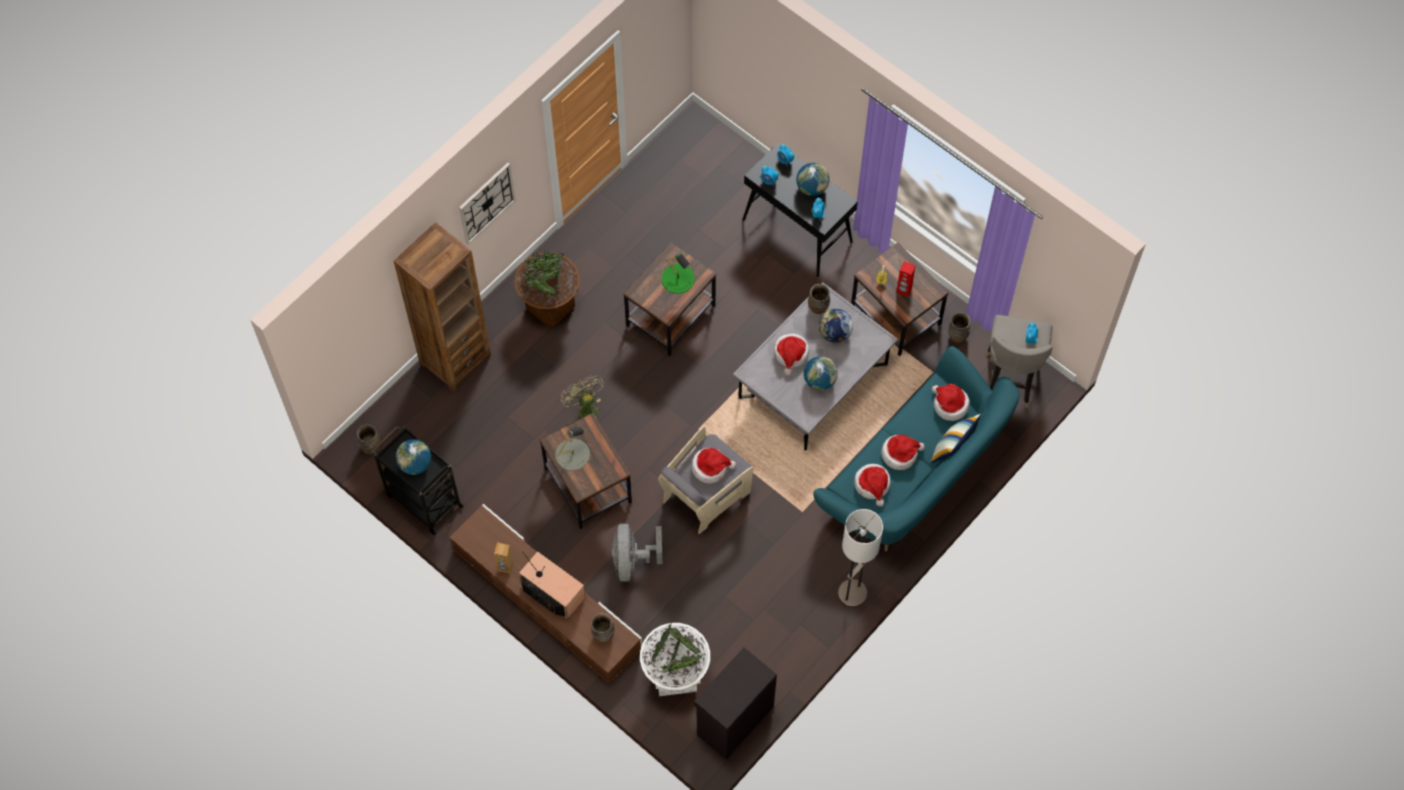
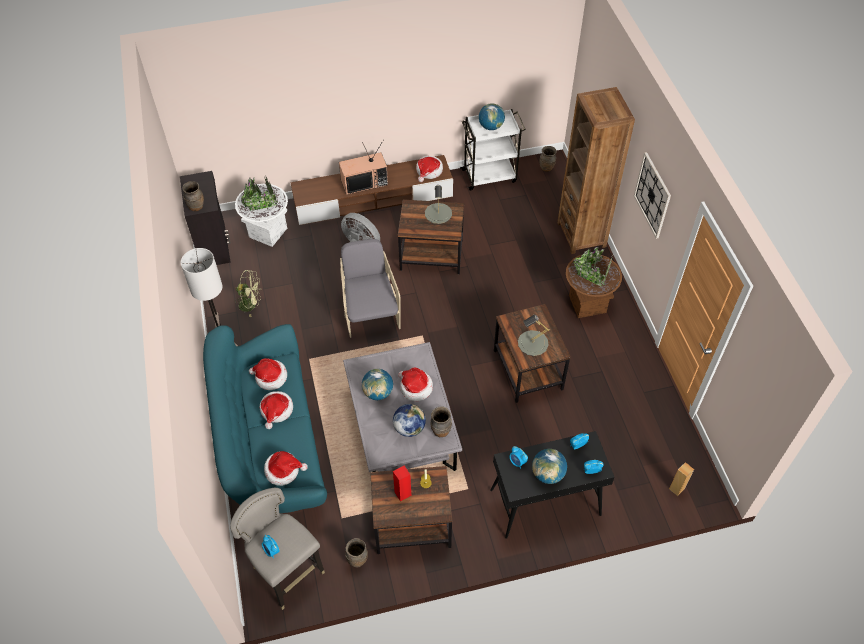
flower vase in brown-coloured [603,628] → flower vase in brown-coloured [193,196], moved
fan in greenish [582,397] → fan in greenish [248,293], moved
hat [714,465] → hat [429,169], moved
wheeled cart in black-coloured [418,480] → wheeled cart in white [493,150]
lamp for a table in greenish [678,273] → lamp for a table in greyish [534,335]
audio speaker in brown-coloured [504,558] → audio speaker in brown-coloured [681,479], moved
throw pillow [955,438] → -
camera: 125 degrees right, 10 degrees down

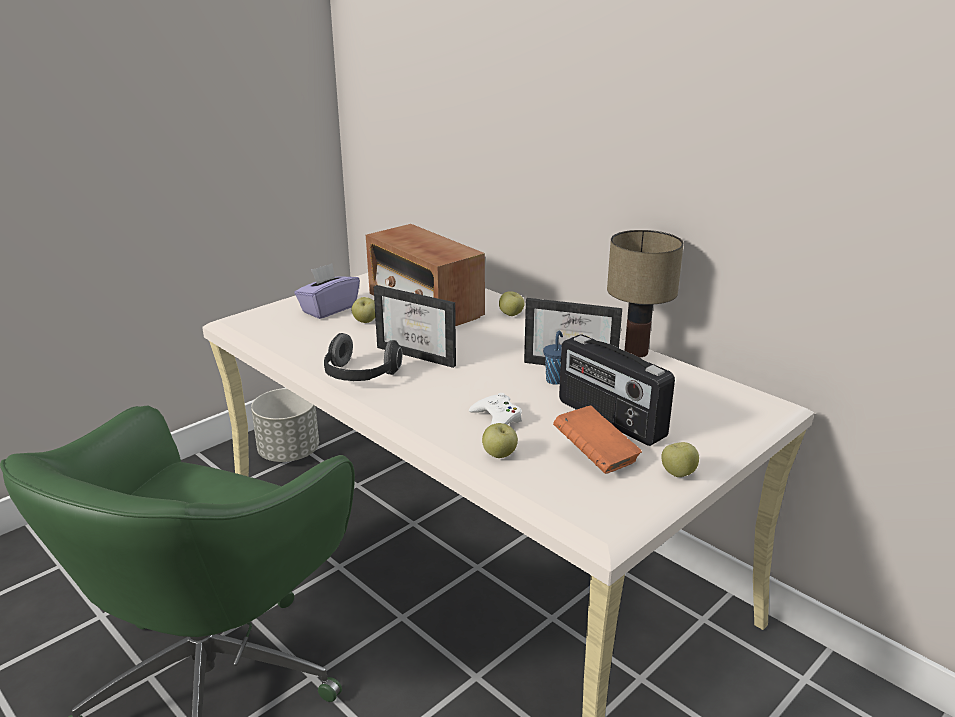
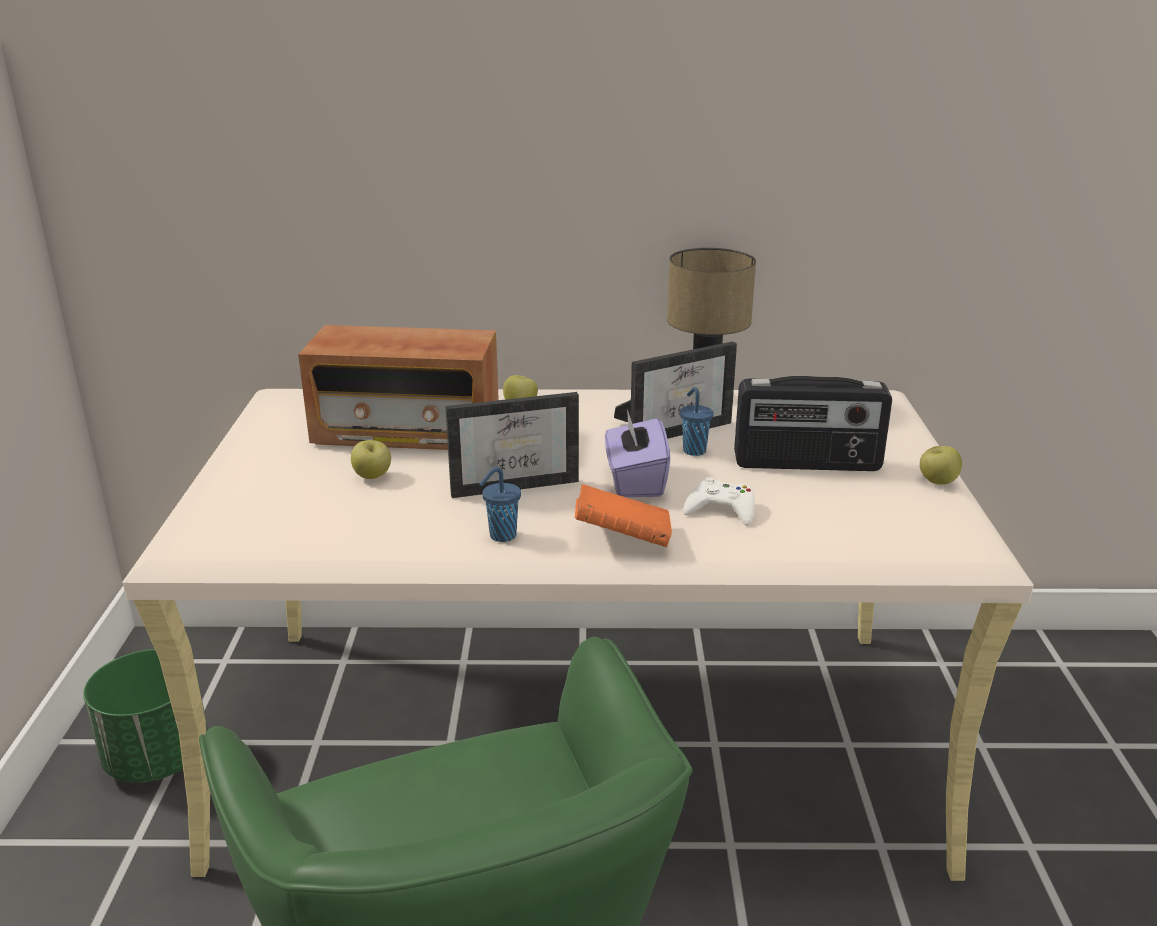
planter in greyish [285,425] → planter in greenish [145,715]
headphones [363,357] → small cup in blue-coloured [500,504]
bound book in orange-coloured [597,440] → bound book in orange-coloured [623,515], moved
tissue holder in purple-coloured [327,291] → tissue holder in purple-coloured [637,453], moved
apple fruit [500,440] → -
camera: 45 degrees left, 0 degrees up

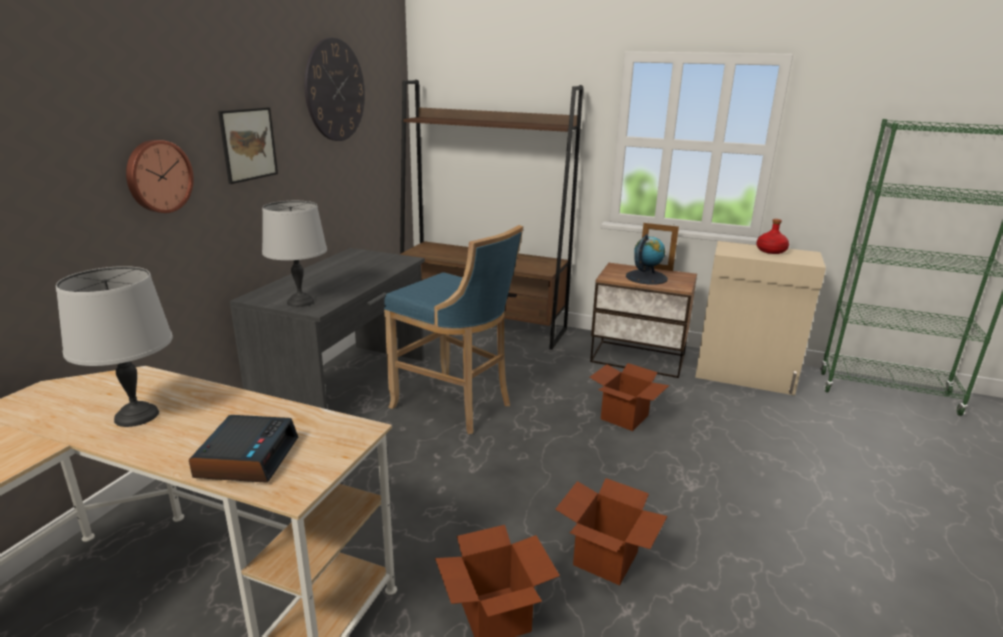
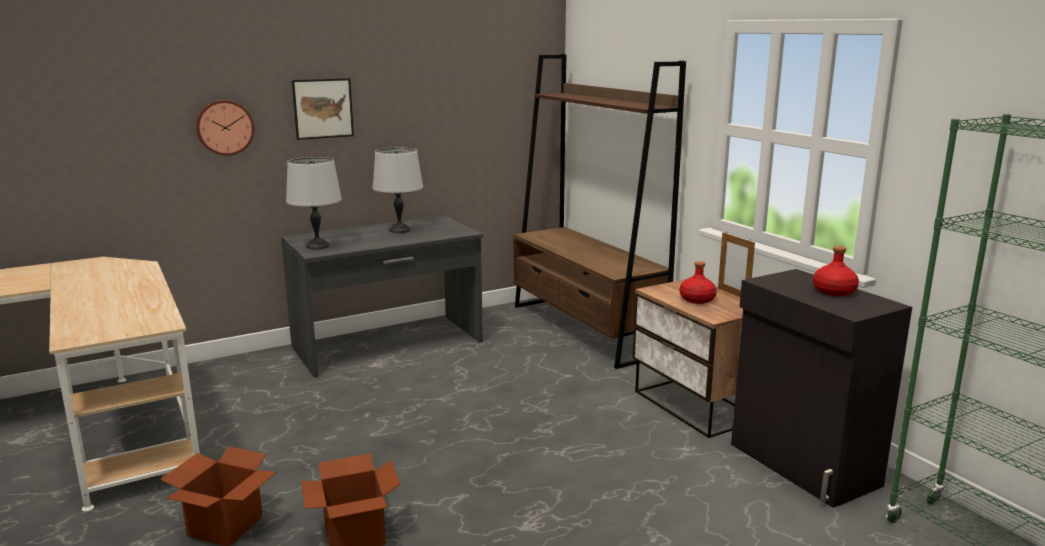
lamp for a table in greyish [114,346] → lamp for a table in greyish [397,190], moved
globe [647,259] → bottle in red [698,282]
cabinet in beige-coloured [760,318] → cabinet in black-coloured [821,388]
bedside clock [243,449] → -
hanging clock [334,89] → -
stool in blue-coloured [453,329] → -
packing box [629,397] → -
camera: 40 degrees right, 5 degrees down

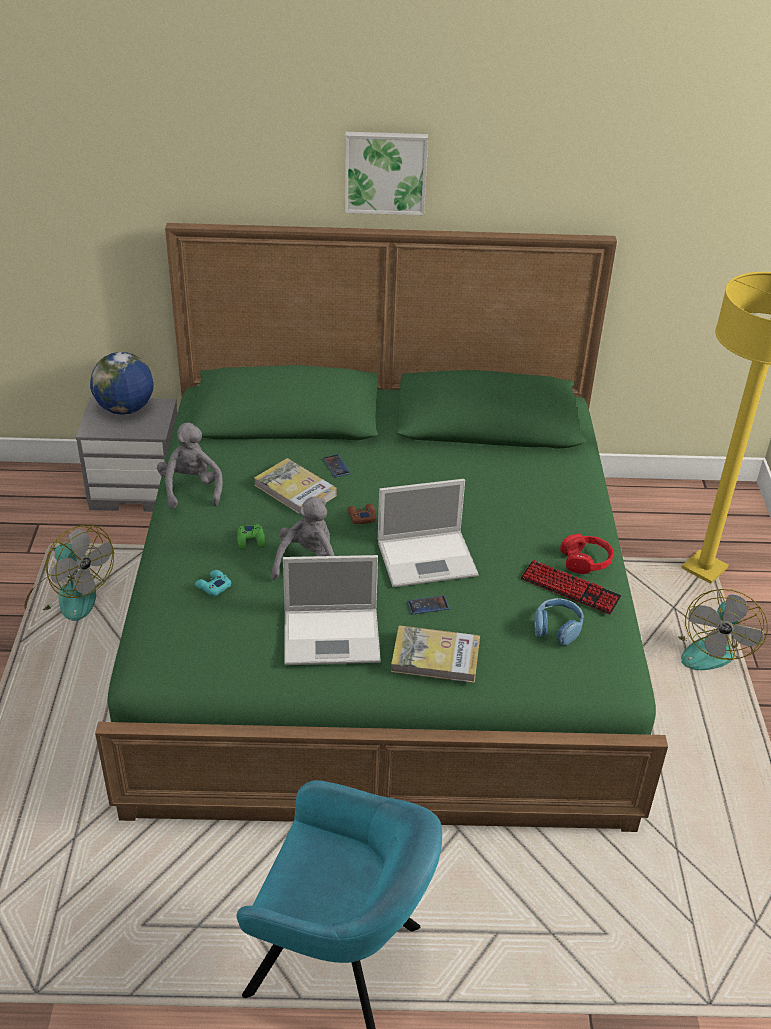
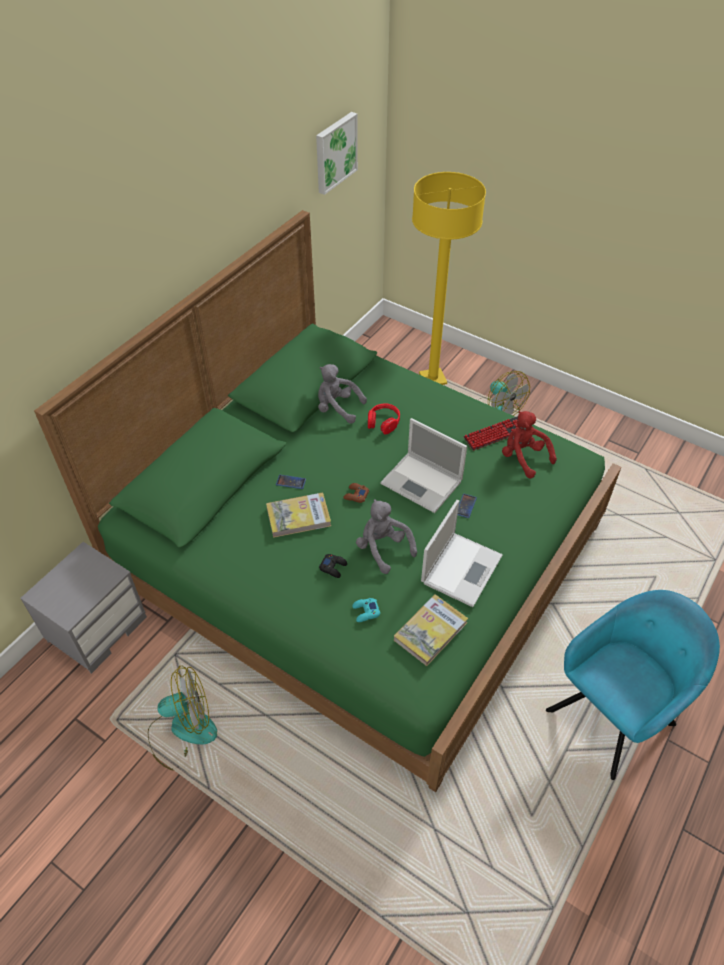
wall picture [386,173] → wall picture [337,153], moved
cuddly toy in greyish [190,465] → cuddly toy in greyish [342,394], moved
gamepad in greenish [251,537] → gamepad in black-coloured [333,566]
headphones in red [586,553] → headphones in red [384,418], moved
laptop [428,533] → laptop [423,465], 105 degrees clockwise
bound book [435,654] → bound book [431,630], moved
headphones in blue-coloured [559,622] → cuddly toy in red [529,445]
globe [122,383] → -
camera: 55 degrees left, 10 degrees up

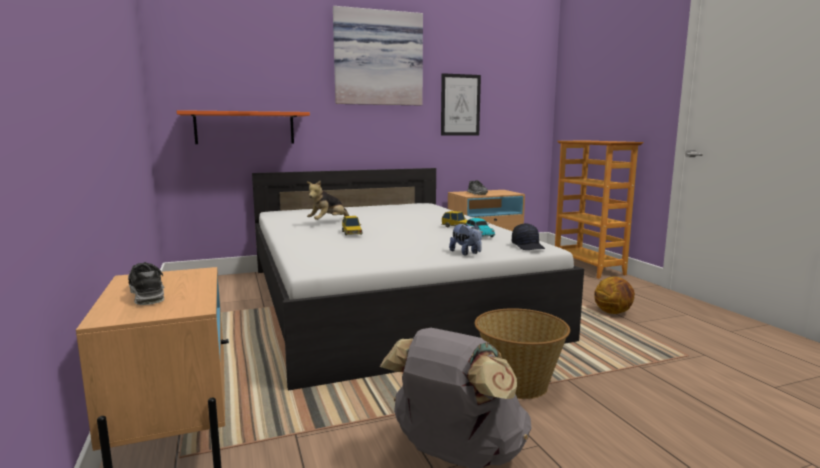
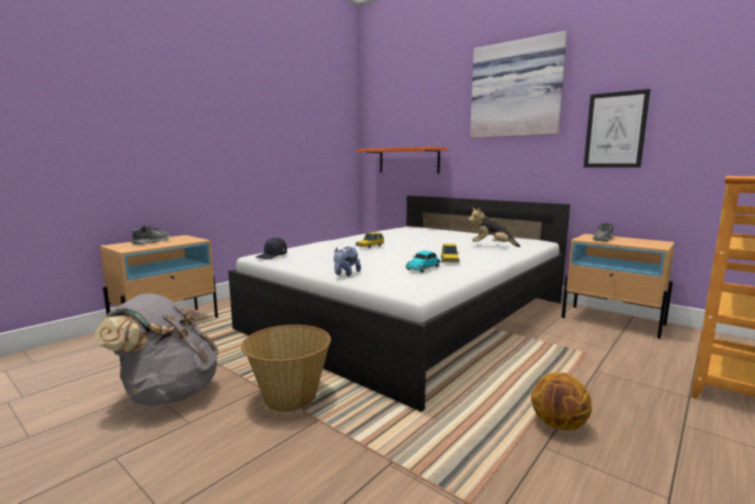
baseball cap in black-coloured [528,236] → baseball cap in black-coloured [271,248], moved
cuddly toy [328,200] → cuddly toy [494,227], moved
camera: 60 degrees right, 0 degrees up

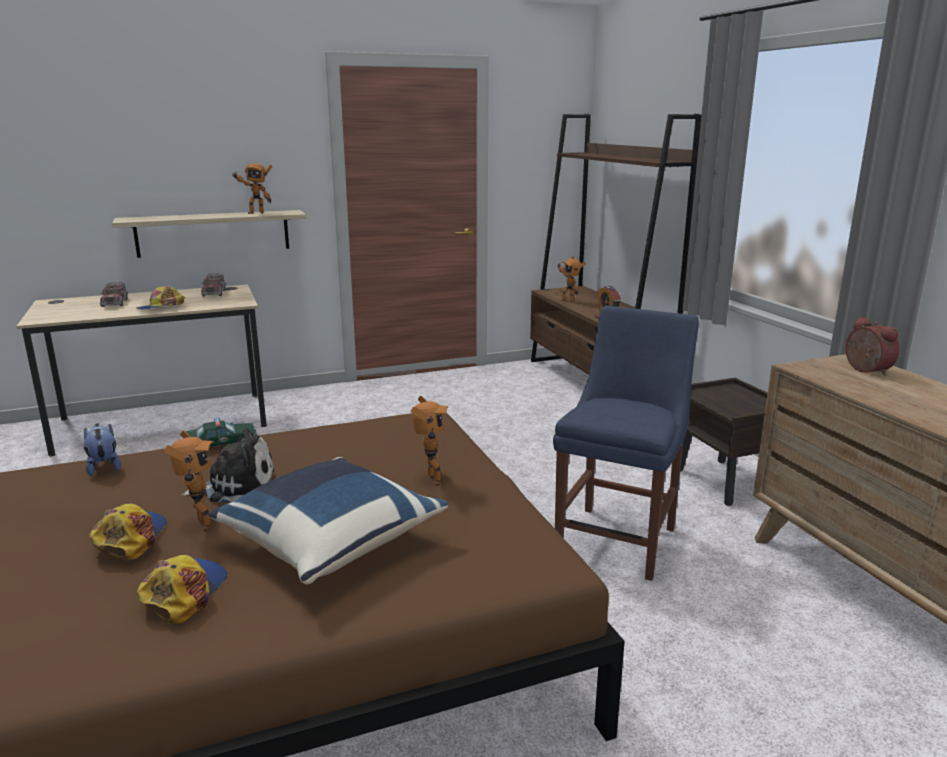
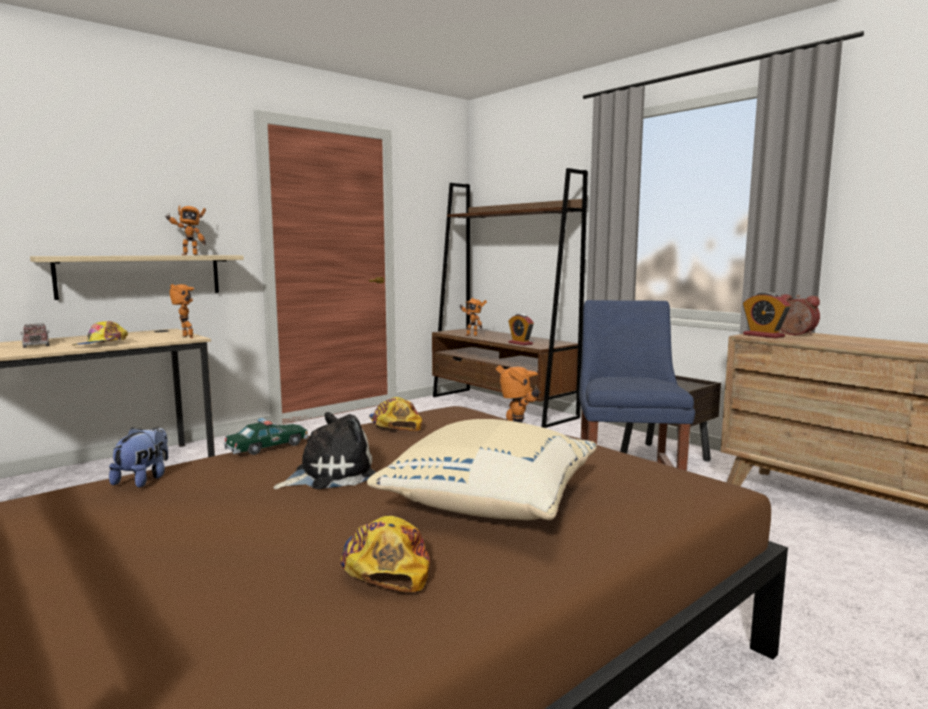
cuddly toy [102,450] → cuddly toy [138,457], 60 degrees clockwise
robot figure [189,481] → robot figure [182,311], moved
throw pillow in blue-coloured [328,521] → throw pillow in beige-coloured [482,469]
baseball cap [128,532] → baseball cap [395,414], moved
- → bedside clock [767,315]
toy truck [213,285] → -
camera: 20 degrees left, 10 degrees down

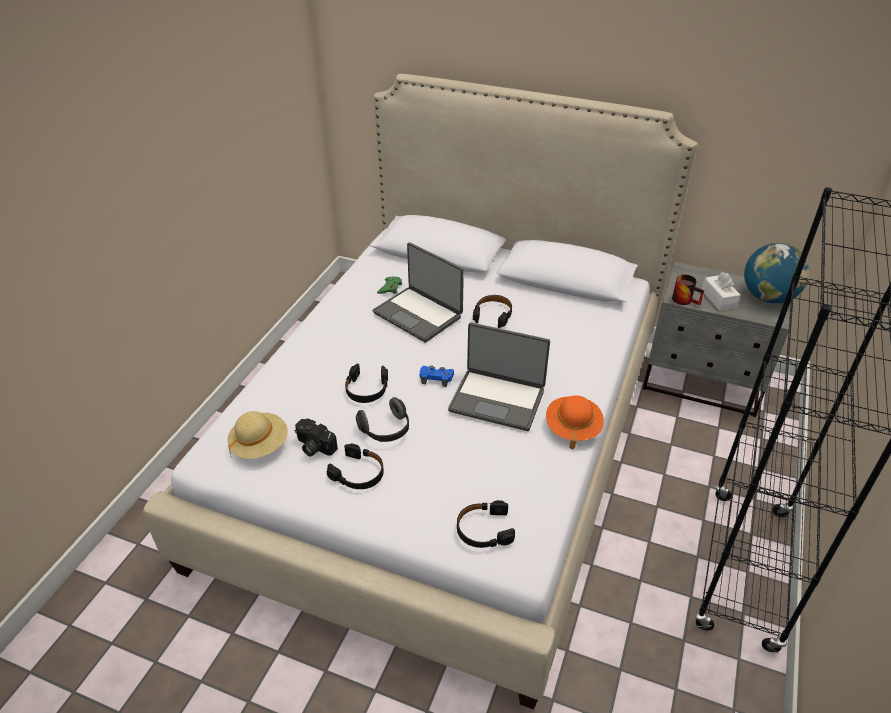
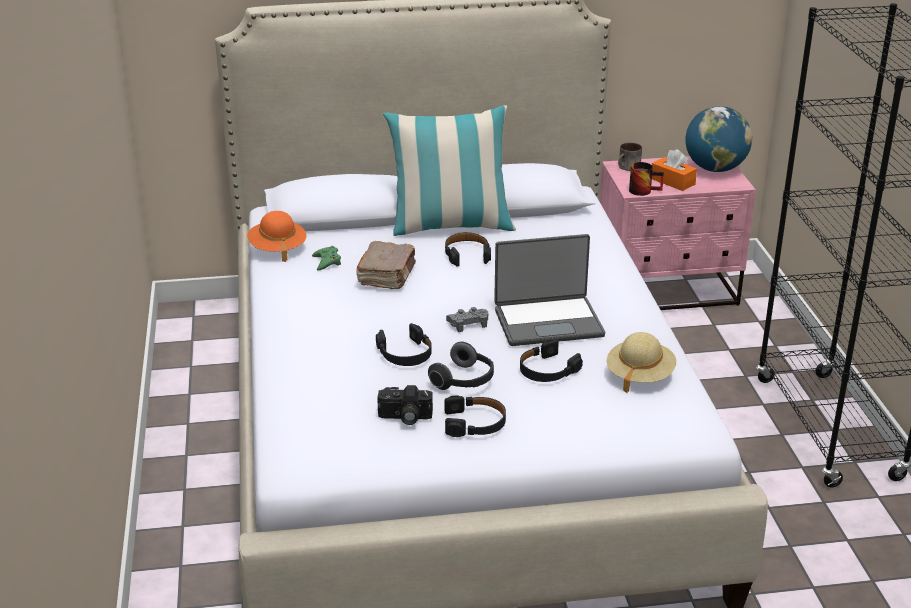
hat in orange-coloured [575,423] → hat in orange-coloured [276,236], moved
laptop [418,292] → bound book in brown-coloured [386,265]
- → throw pillow [449,170]
gamepad in blue-coloured [437,376] → gamepad in greyish [467,319]
headphones in black-coloured [486,524] → headphones in black-coloured [551,361], moved
night table in greyish [717,339] → night table in pink [678,233]
hat in beige-coloured [258,435] → hat in beige-coloured [641,362], moved
- → tea mug [630,156]
tissue holder in white [721,291] → tissue holder in orange-coloured [674,170]
camera: 30 degrees left, 10 degrees down

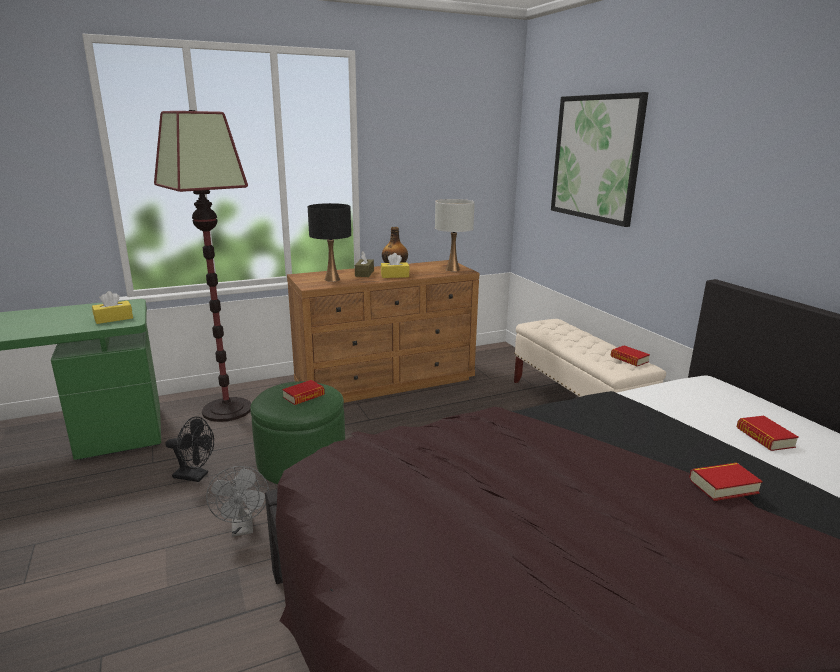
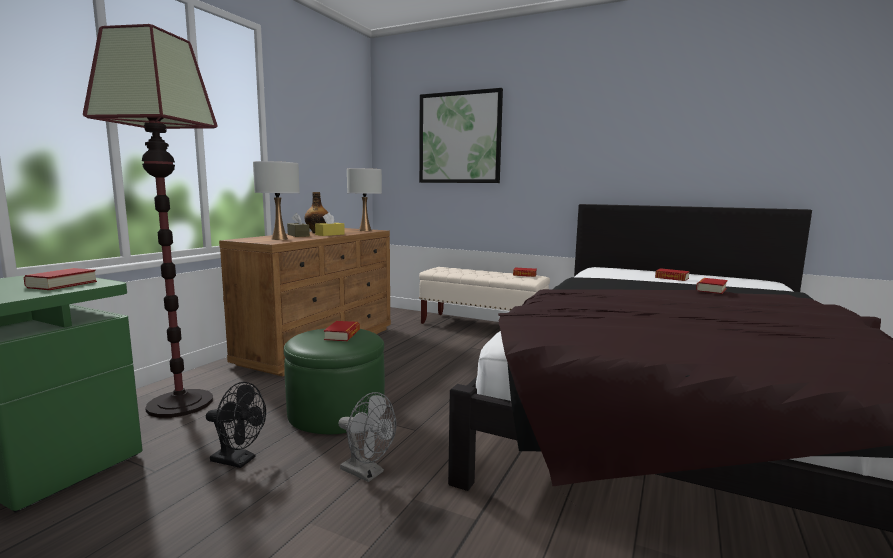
tissue holder in yellowish [112,307] → bound book [60,279]
fan in black-coloured [189,449] → fan in black-coloured [236,425], 45 degrees clockwise
lamp for a table in black-coloured [329,242] → lamp for a table in white [276,200]
camera: 40 degrees left, 10 degrees down

